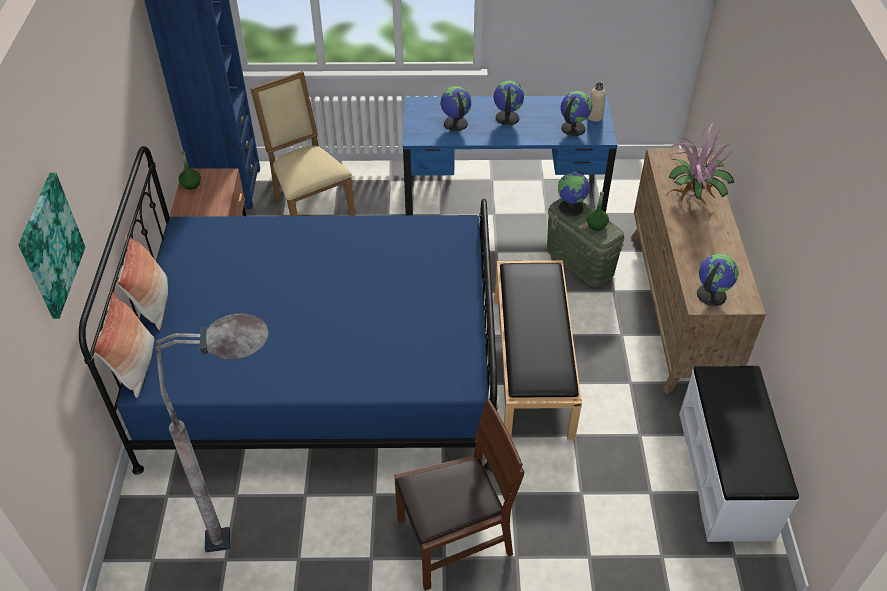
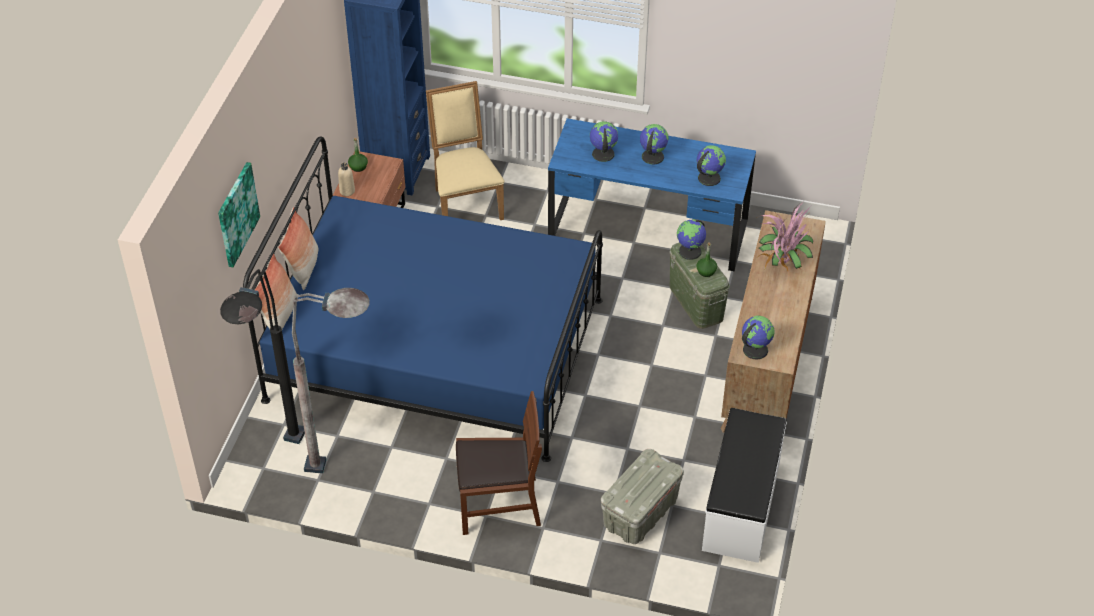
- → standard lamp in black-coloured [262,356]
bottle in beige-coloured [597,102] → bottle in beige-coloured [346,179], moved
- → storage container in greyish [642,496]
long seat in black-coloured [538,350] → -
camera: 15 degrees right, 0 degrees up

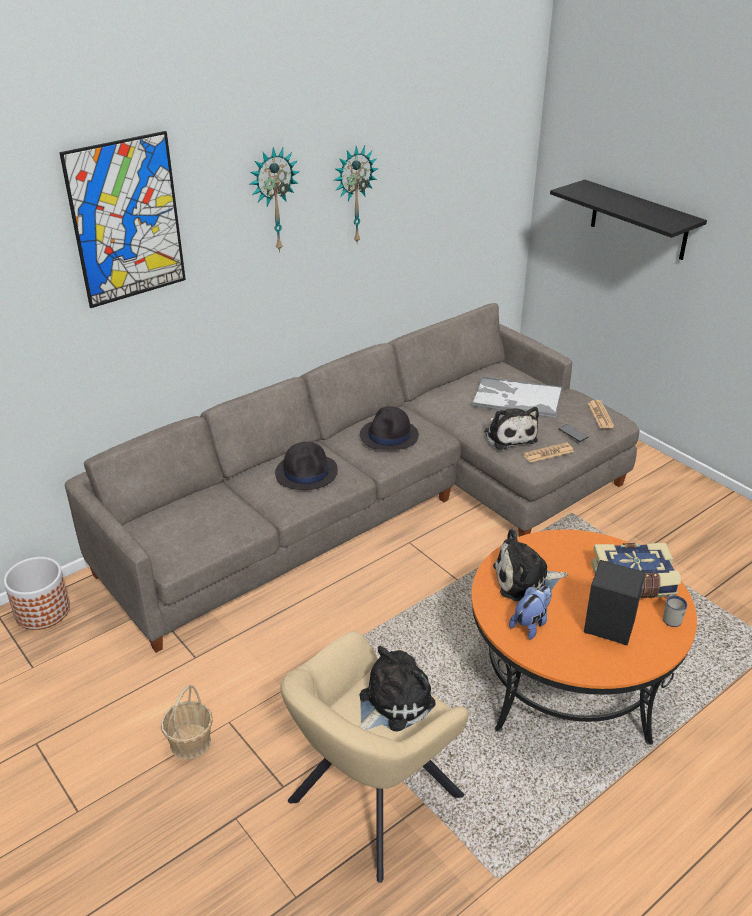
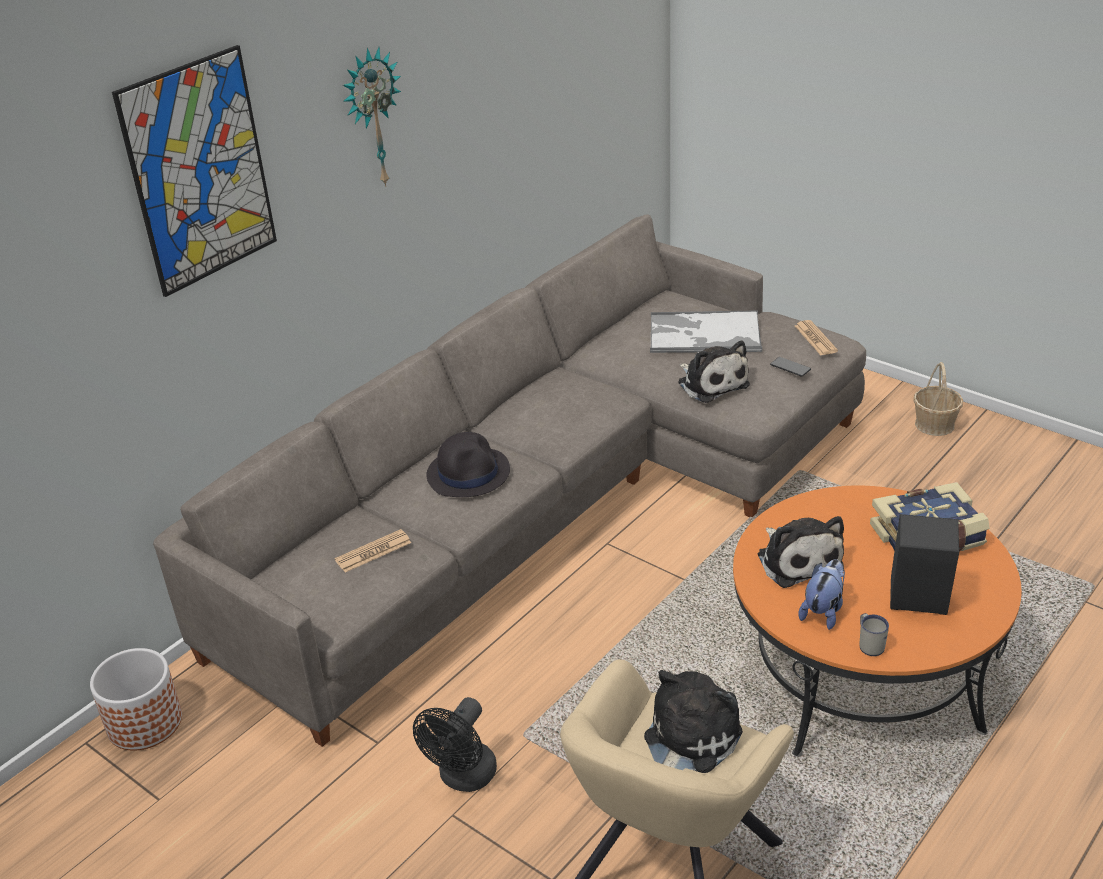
daily paper [548,452] → daily paper [373,551], moved
- → fan in black-coloured [455,744]
cuddly toy [530,565] → cuddly toy [800,552], 90 degrees counterclockwise
tea mug in white [675,610] → tea mug in white [874,634], moved
household basket [187,722] → household basket [938,399], moved
hanging clock [356,195] → -
hat in black-coloured [389,428] → -
shelf in black-coloured [628,220] → -
camera: 10 degrees left, 0 degrees up

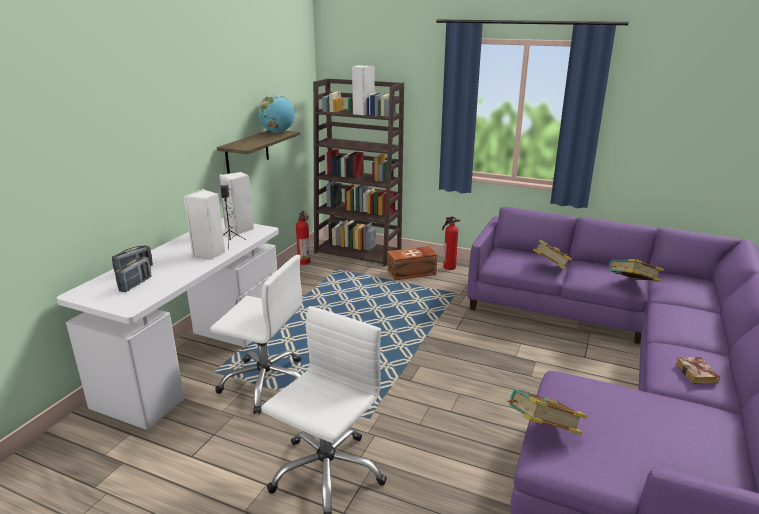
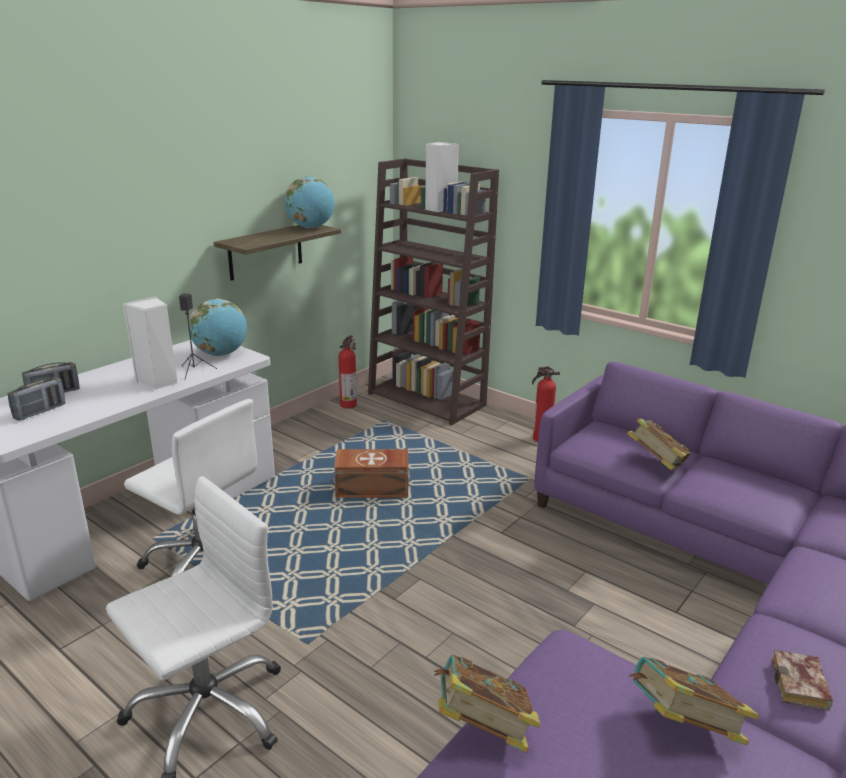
audio speaker in white [236,203] → globe [217,327]
storage container in brown-coloured [412,263] → storage container in brown-coloured [371,473], moved
bound book [636,270] → bound book [694,701], moved
camera: 15 degrees right, 0 degrees up

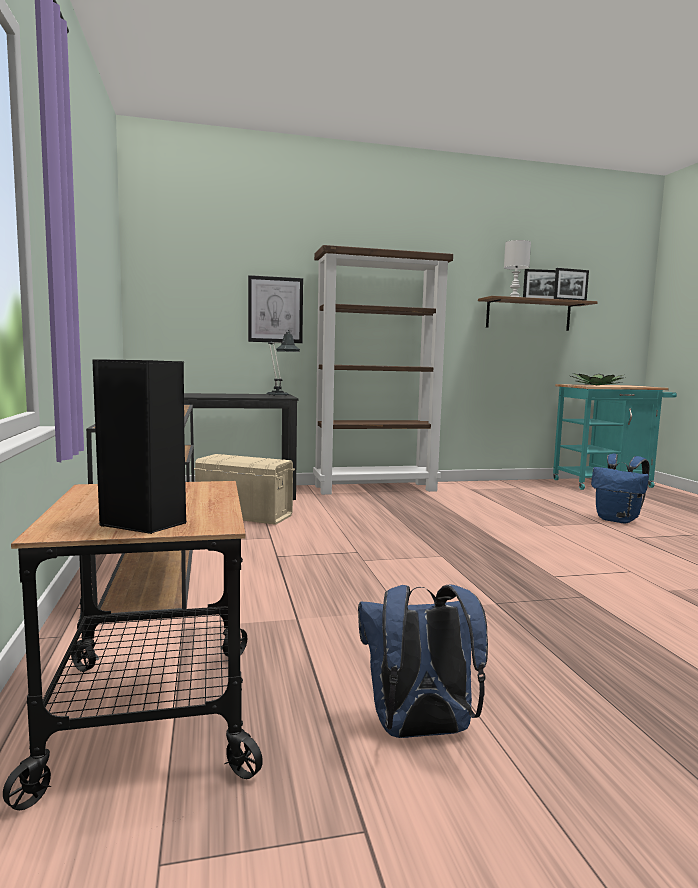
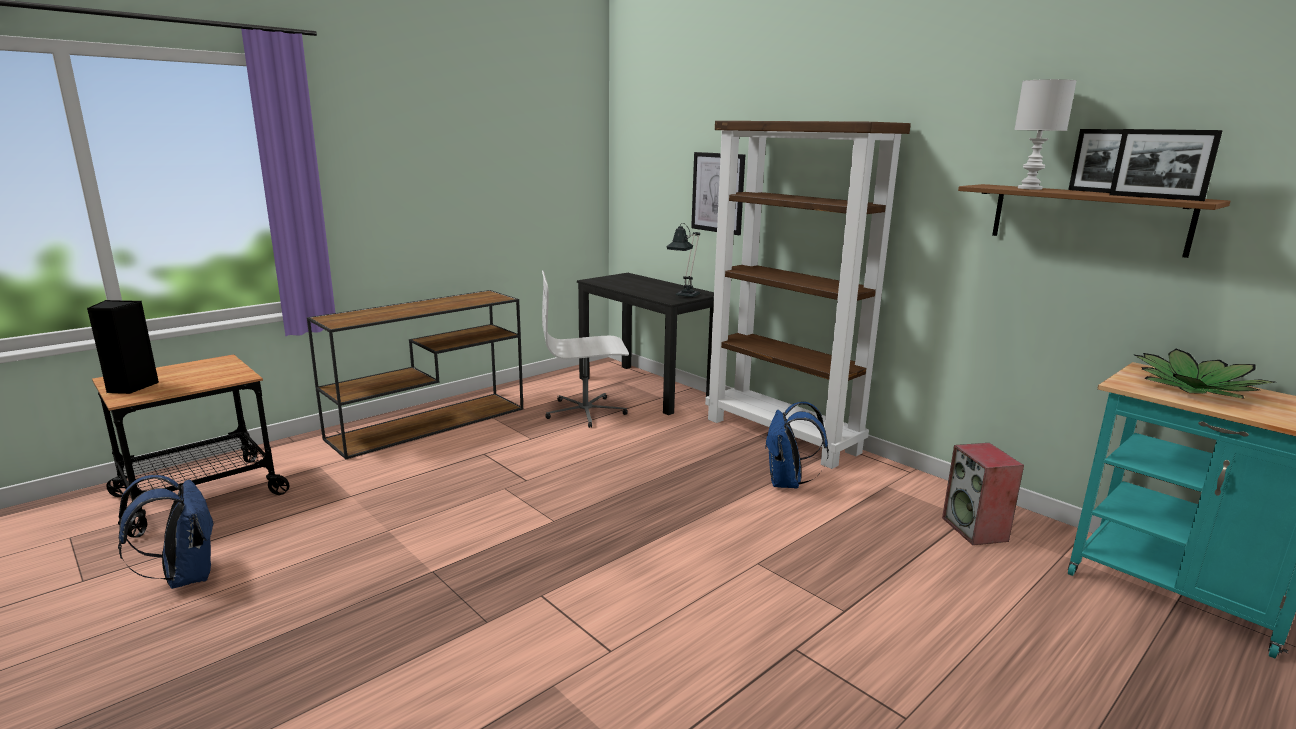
storage container in beige-coloured [244,489] → desk chair in white [585,349]
backpack in blue-coloured [620,489] → backpack in blue-coloured [797,445], moved
- → audio speaker [983,494]
camera: 60 degrees right, 10 degrees up

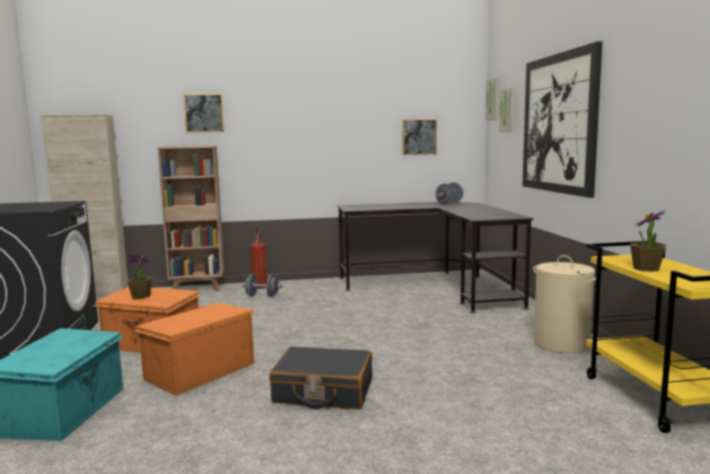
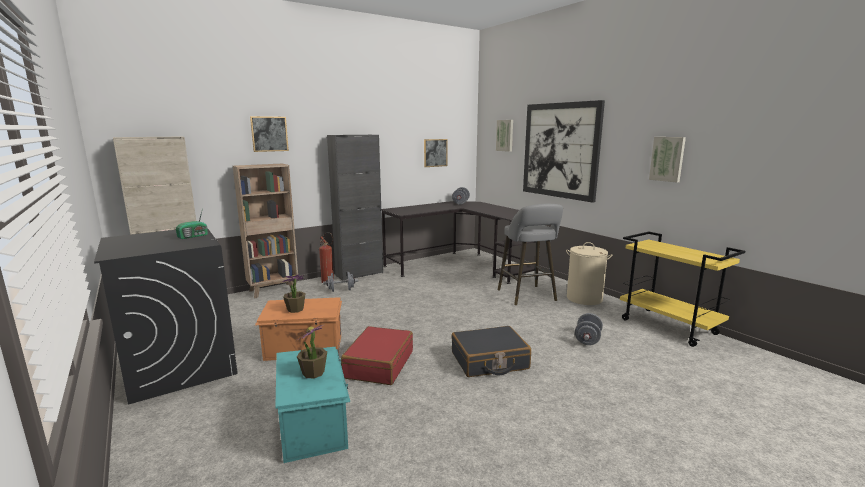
- → radio [192,223]
plant in a pot [648,241] → plant in a pot [311,351], moved
- → cabinet in black-coloured [355,207]
storage container in orange-coloured [194,349] → piece of luggage in red [377,355]
- → stool in greyish [530,254]
- → free weight in greyish [589,329]
wall picture [492,98] → wall picture [667,159], moved
camera: 25 degrees left, 5 degrees up

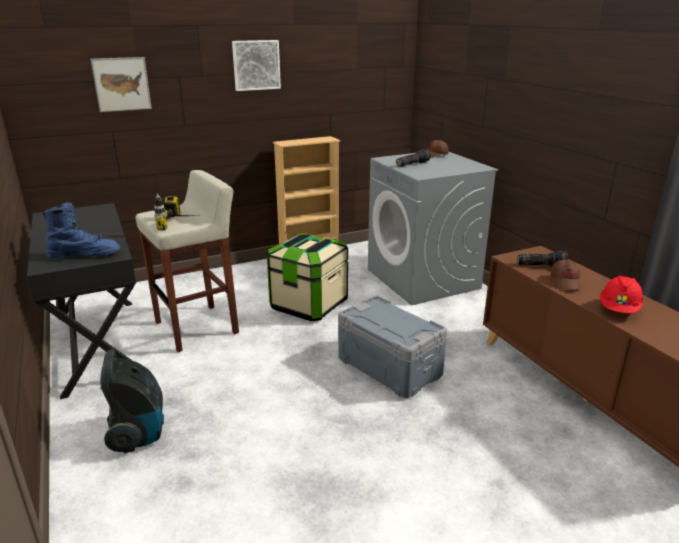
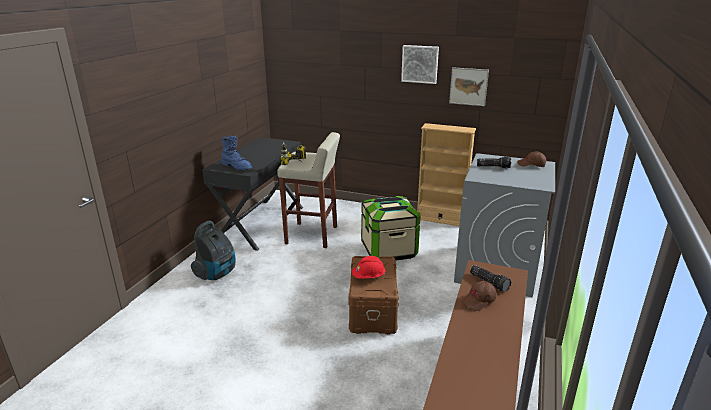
storage container in greyish [392,347] → storage container in brown-coloured [374,295]
safety helmet in red [621,294] → safety helmet in red [369,267], moved
wall picture [121,84] → wall picture [469,86], moved
camera: 45 degrees right, 0 degrees up

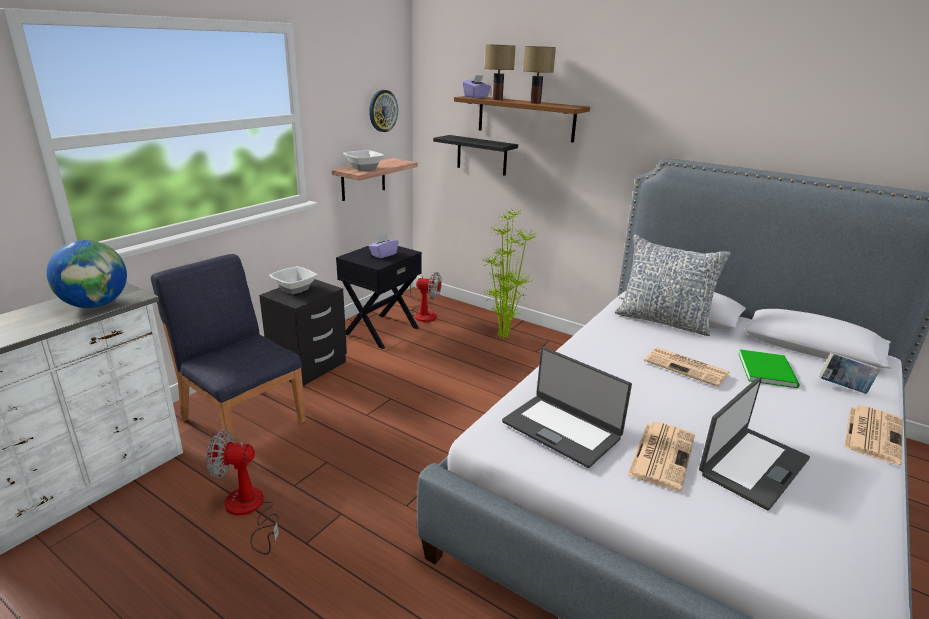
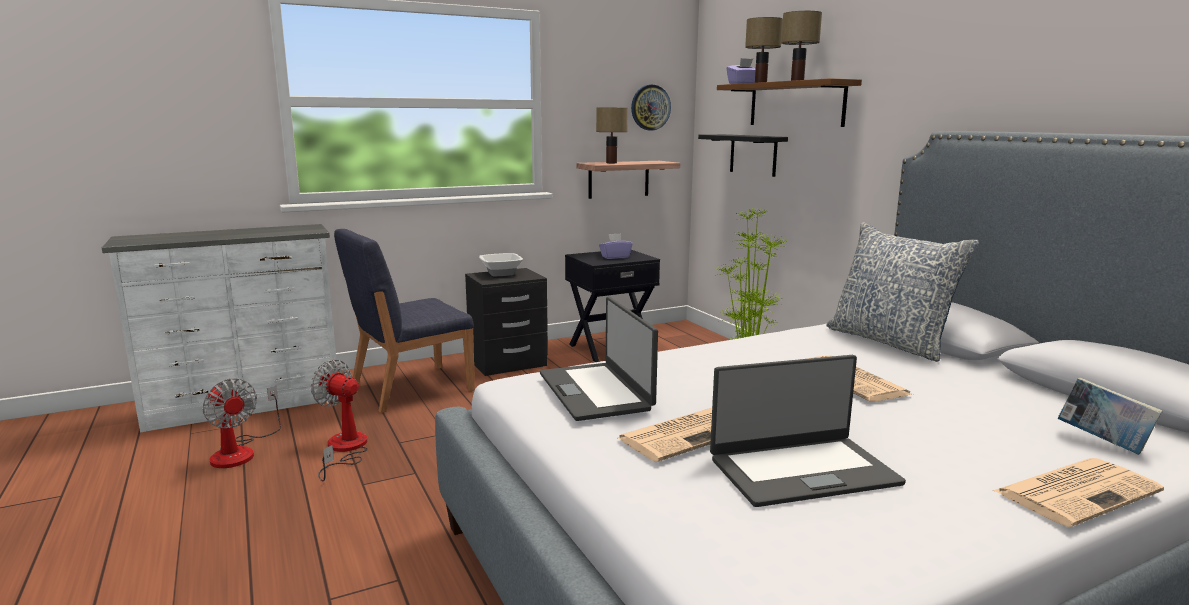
fan [425,297] → fan [241,423], moved
plain chair in blue-coloured [228,348] → plain chair in blue-coloured [404,321], 105 degrees counterclockwise
serving bowl [364,160] → lamp for a table [612,135]
globe [87,274] → -
bound book in greenish [769,368] → -
camera: 30 degrees right, 10 degrees down

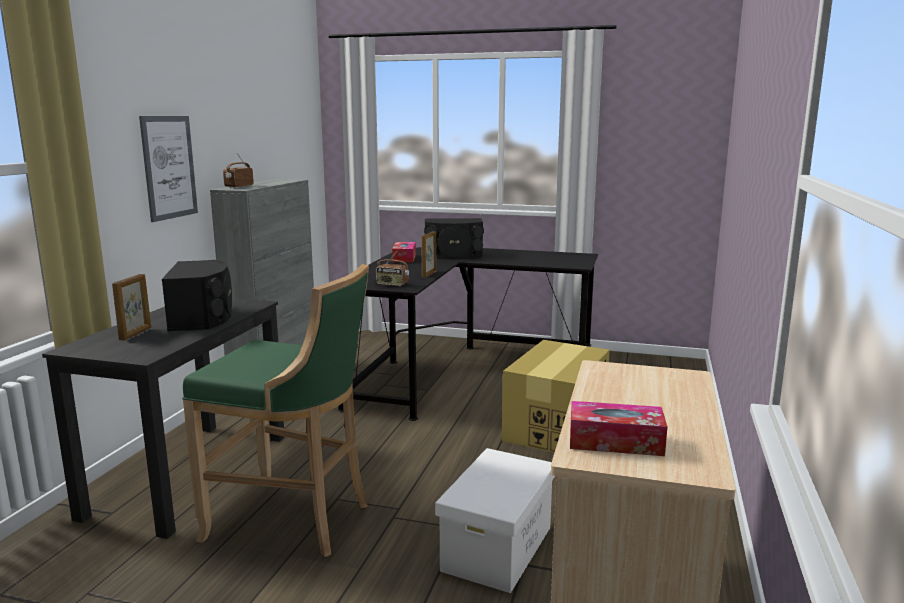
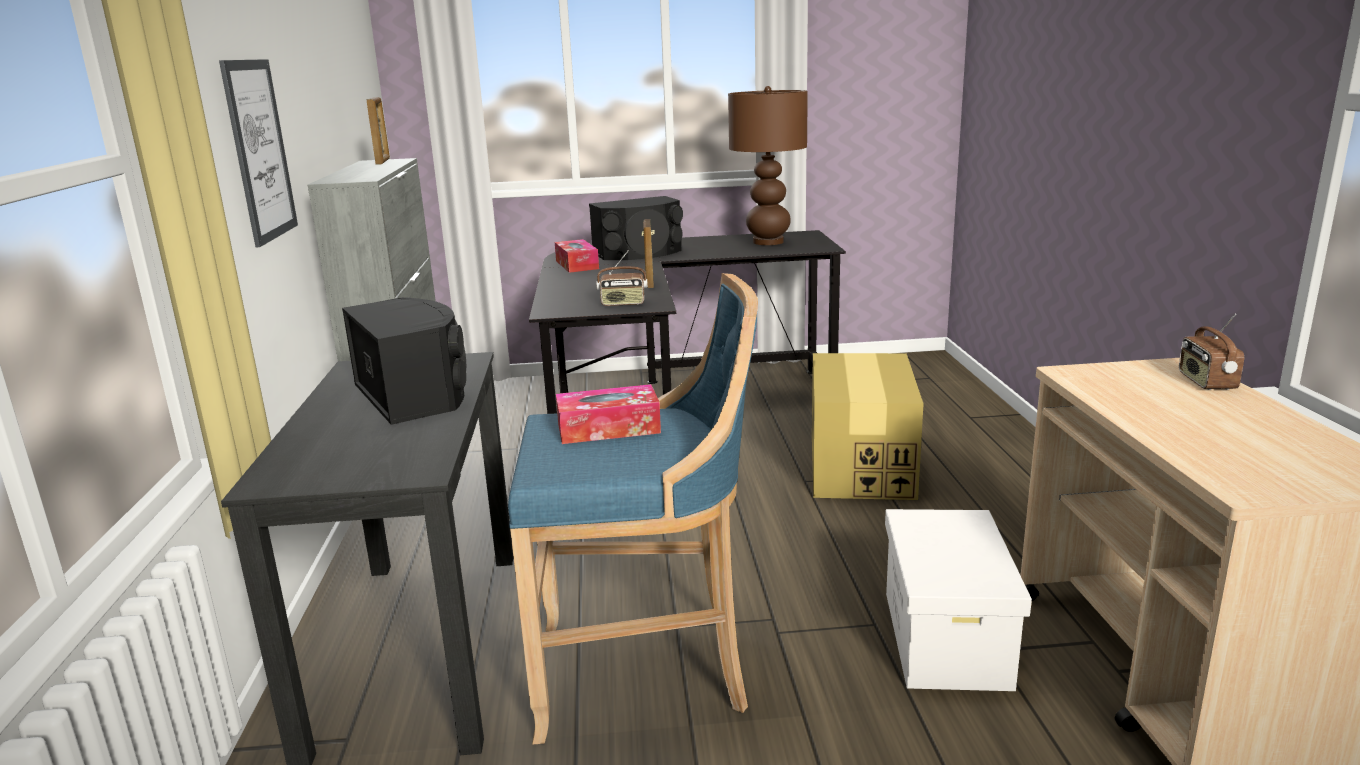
standing frame [131,307] → standing frame [378,131], moved
stool in greenish [275,410] → stool in blue-coloured [633,508]
tissue holder [618,428] → tissue holder [608,414], moved
- → lamp for a table in brown-coloured [768,165]
radio [238,170] → radio [1211,351], moved
camera: 20 degrees left, 5 degrees up

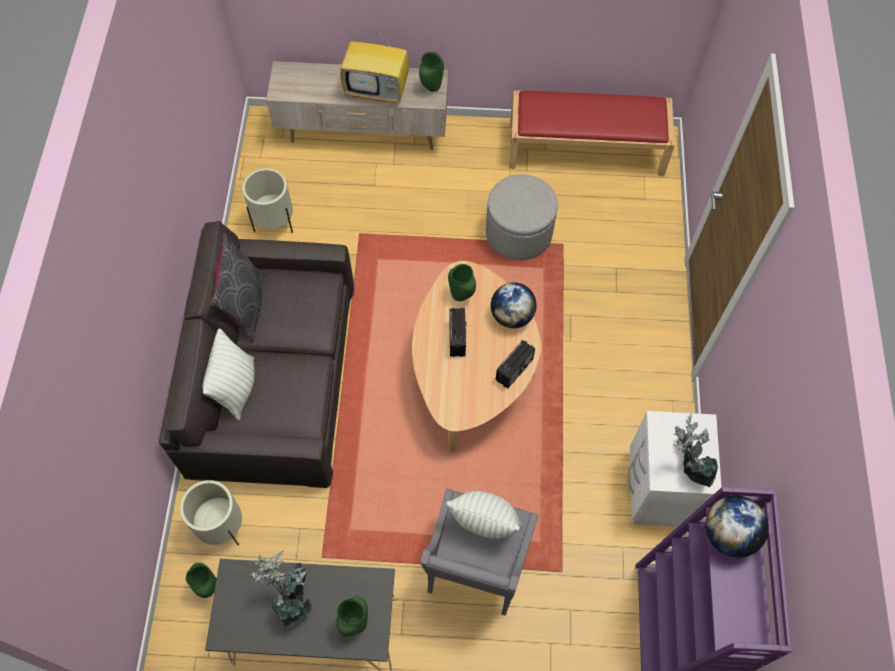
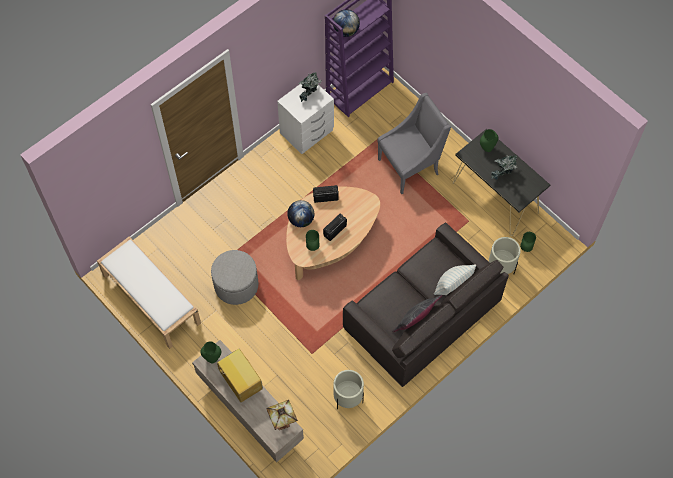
long seat in red [592,133] → long seat in white [149,293]
- → lamp for a table [282,415]
throw pillow [484,515] → -
camera: 135 degrees left, 0 degrees up

